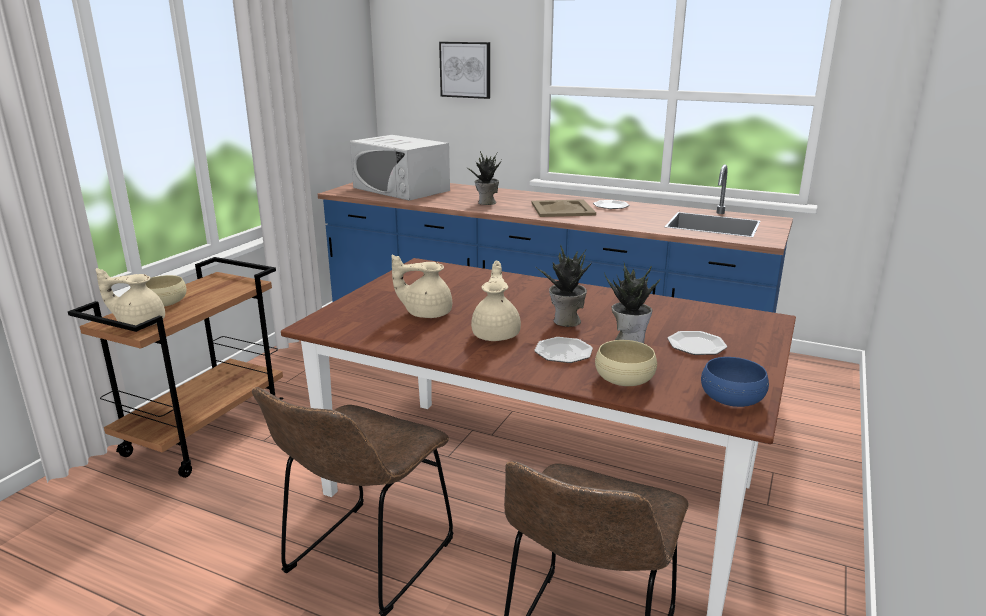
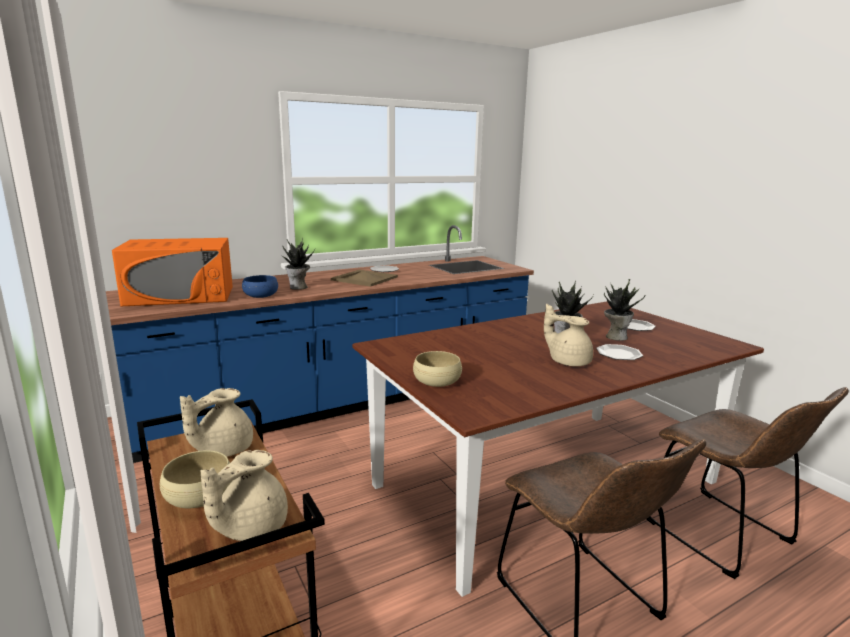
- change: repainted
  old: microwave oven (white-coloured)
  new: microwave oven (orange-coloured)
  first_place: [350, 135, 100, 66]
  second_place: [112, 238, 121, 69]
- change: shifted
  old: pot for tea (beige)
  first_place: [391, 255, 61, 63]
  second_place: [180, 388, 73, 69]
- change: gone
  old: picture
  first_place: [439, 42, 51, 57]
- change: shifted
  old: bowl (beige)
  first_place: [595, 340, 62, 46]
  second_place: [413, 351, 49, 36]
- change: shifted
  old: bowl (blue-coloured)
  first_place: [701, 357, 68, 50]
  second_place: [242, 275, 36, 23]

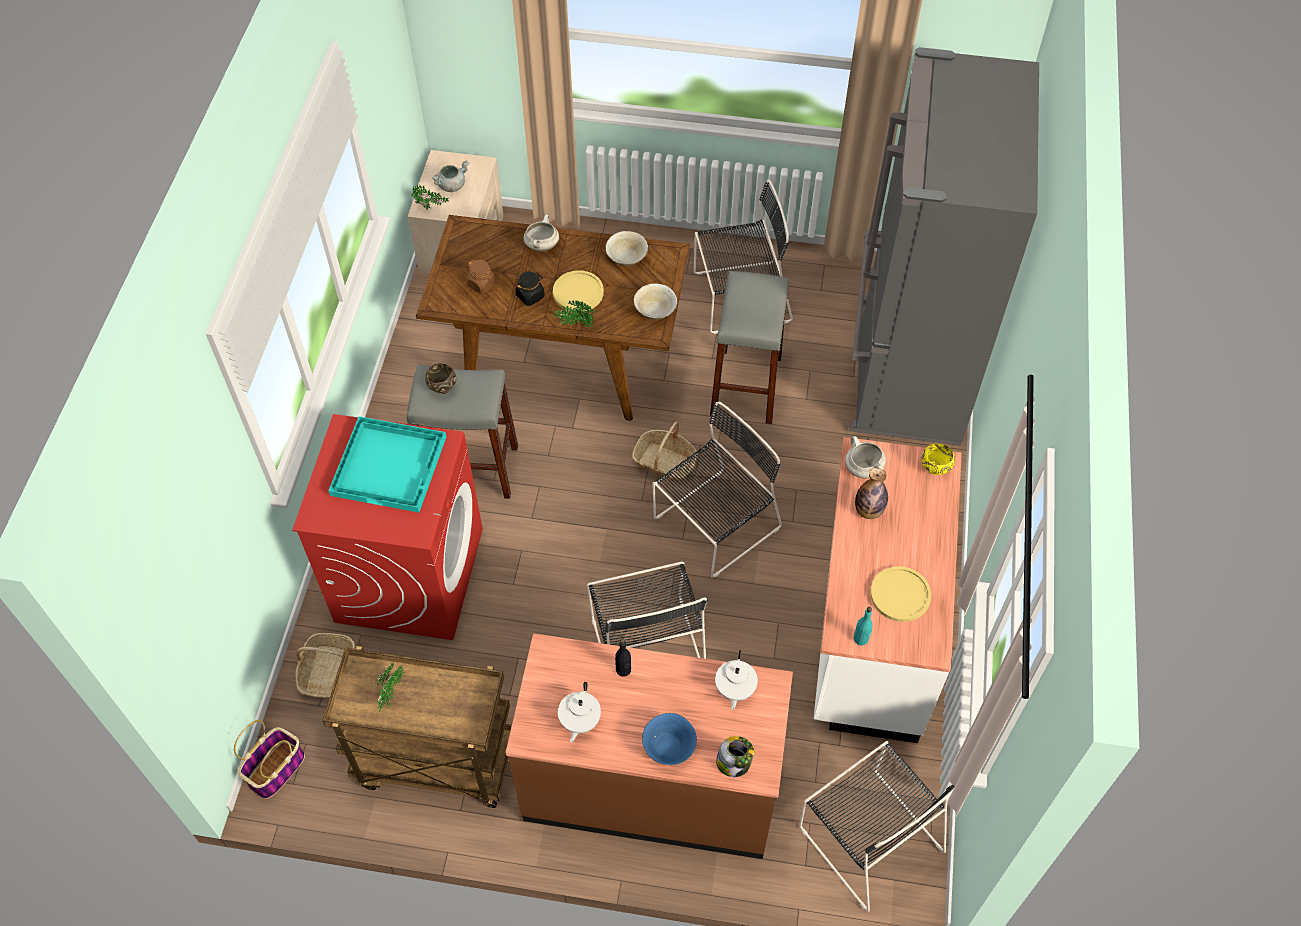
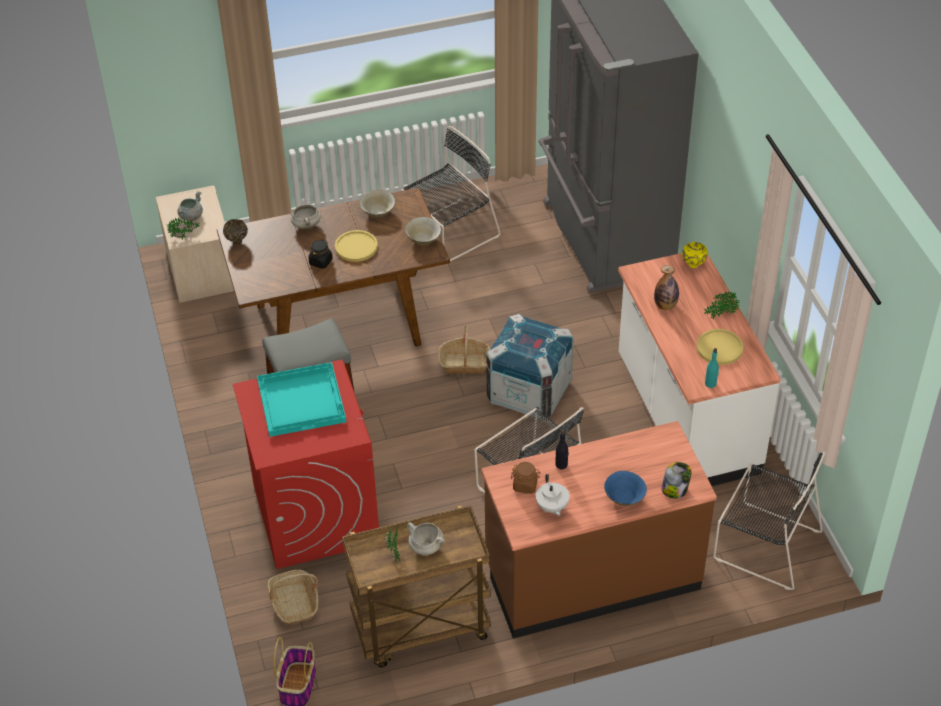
- change: shifted
  old: bowl (brown)
  first_place: [425, 363, 31, 31]
  second_place: [223, 219, 25, 25]
- change: shifted
  old: preserve jar (brown)
  first_place: [467, 260, 29, 34]
  second_place: [511, 462, 30, 32]
- change: shifted
  old: plant in a pot
  first_place: [554, 300, 41, 28]
  second_place: [704, 291, 36, 28]
- change: swapped
  old: upright chair (black-coloured)
  new: crate
  first_place: [652, 402, 130, 176]
  second_place: [486, 314, 88, 106]
- change: gone
  old: sitting stool (greyish)
  first_place: [710, 271, 79, 153]
- change: gone
  old: pot for tea (white-coloured)
  first_place: [715, 650, 43, 60]
- change: shifted
  old: stockpot (white-coloured)
  first_place: [845, 436, 41, 43]
  second_place: [407, 522, 38, 33]

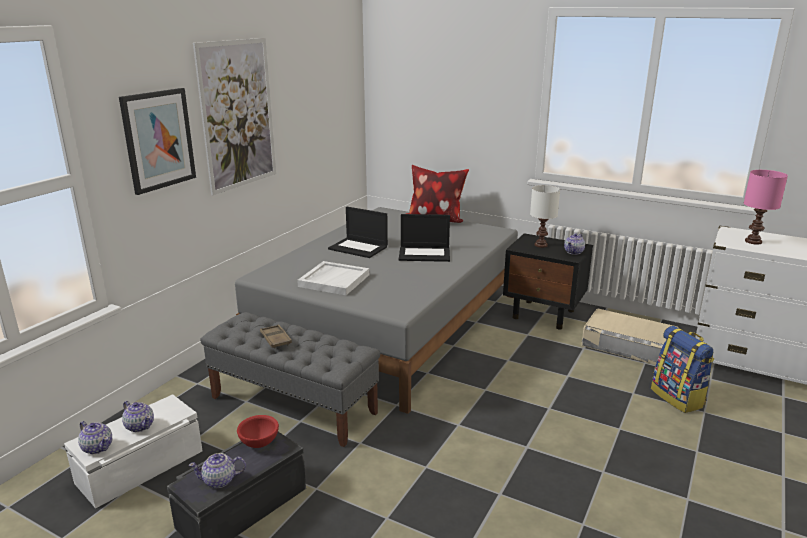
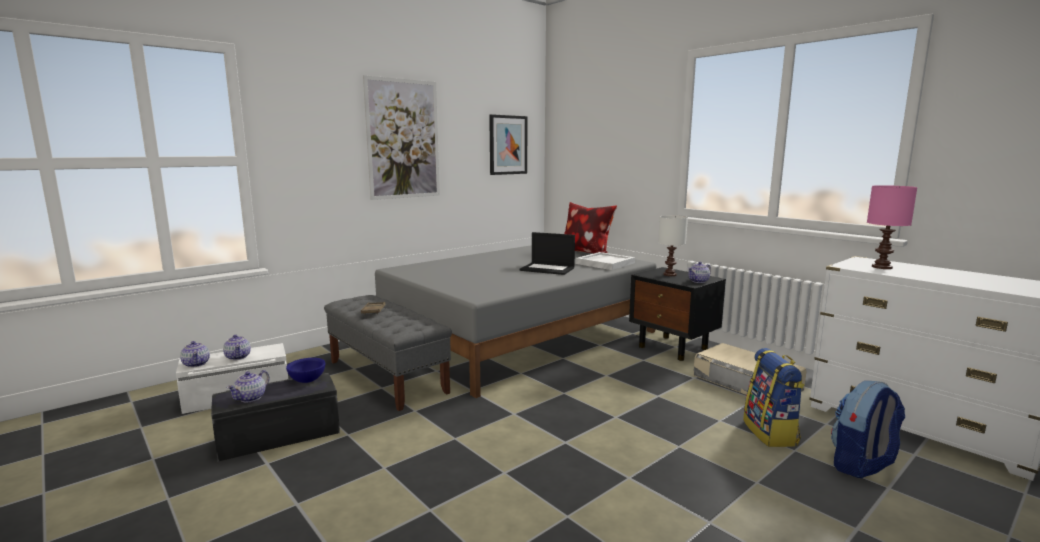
- change: shifted
  old: picture
  first_place: [119, 88, 77, 107]
  second_place: [489, 114, 38, 61]
- change: rotated
  old: pot for tea
  first_place: [189, 453, 57, 35]
  second_place: [227, 370, 42, 32]
  degrees: -75
- change: repainted
  old: bowl (reddish)
  new: bowl (blue-coloured)
  first_place: [237, 415, 42, 33]
  second_place: [286, 358, 39, 25]
- change: shifted
  old: carrying tray (white-coloured)
  first_place: [297, 261, 72, 34]
  second_place: [576, 252, 59, 18]
- change: gone
  old: portable computer
  first_place: [328, 207, 60, 51]
- change: new
  new: knapsack
  second_place: [831, 381, 74, 97]

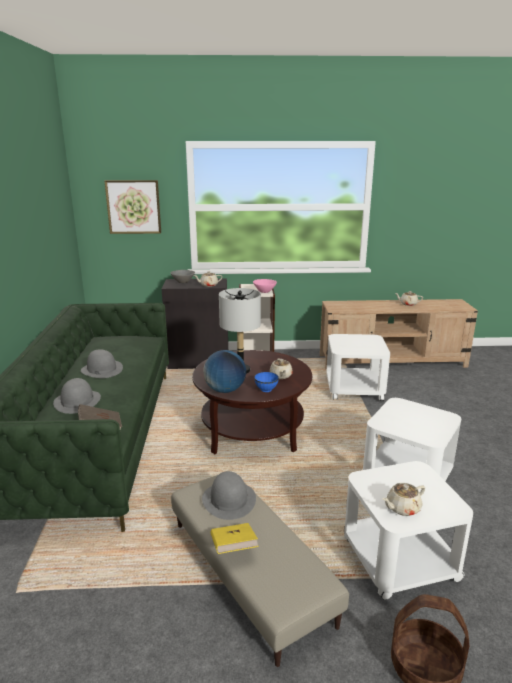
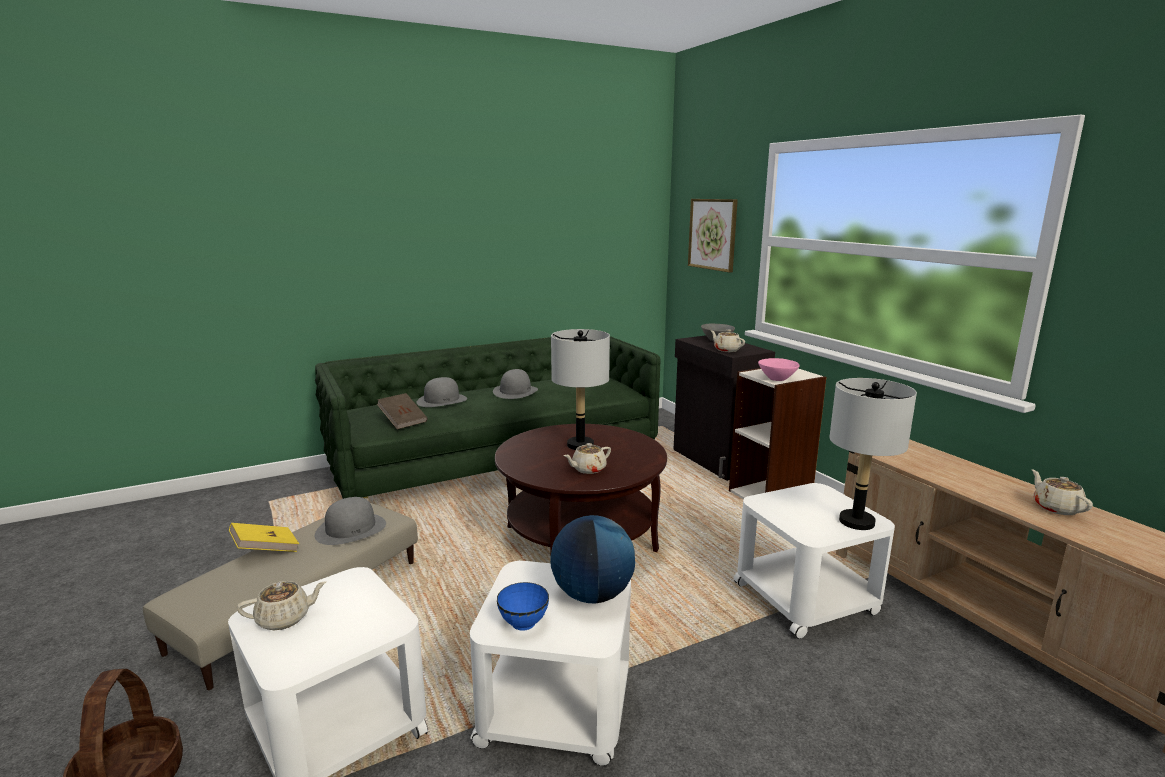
- change: shifted
  old: desk globe
  first_place: [203, 350, 43, 43]
  second_place: [550, 515, 85, 88]
- change: shifted
  old: bowl (blue-coloured)
  first_place: [254, 372, 25, 20]
  second_place: [497, 582, 52, 49]
- change: rotated
  old: pot for tea (beige)
  first_place: [382, 483, 43, 33]
  second_place: [237, 581, 89, 49]
  degrees: 120
- change: new
  new: lamp for a table (greyish)
  second_place: [829, 378, 88, 152]

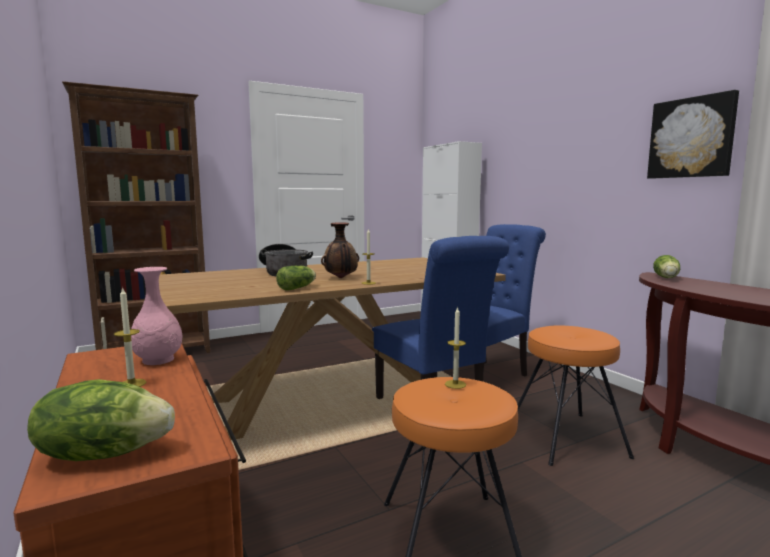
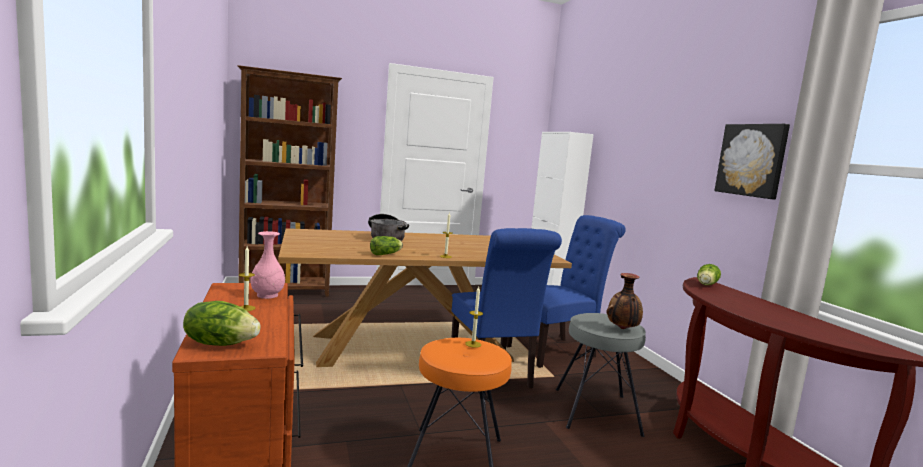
- change: shifted
  old: vase
  first_place: [321, 222, 38, 56]
  second_place: [606, 273, 37, 56]
- change: repainted
  old: sitting stool (orange-coloured)
  new: sitting stool (greyish)
  first_place: [517, 326, 117, 140]
  second_place: [556, 313, 90, 124]

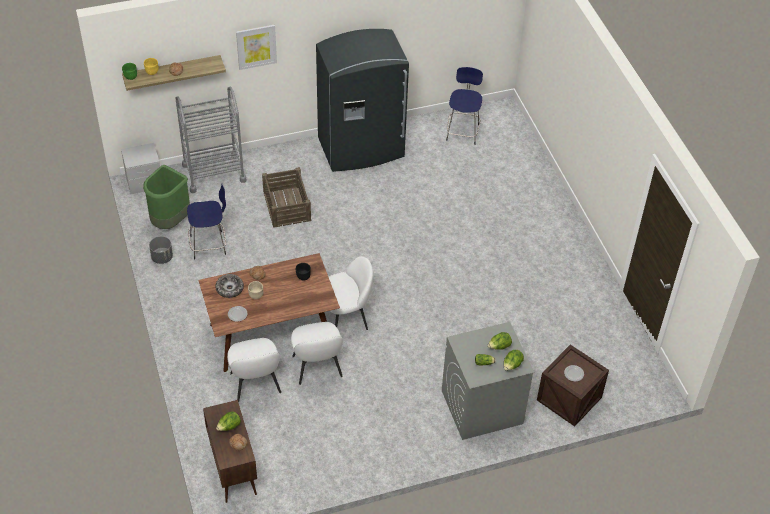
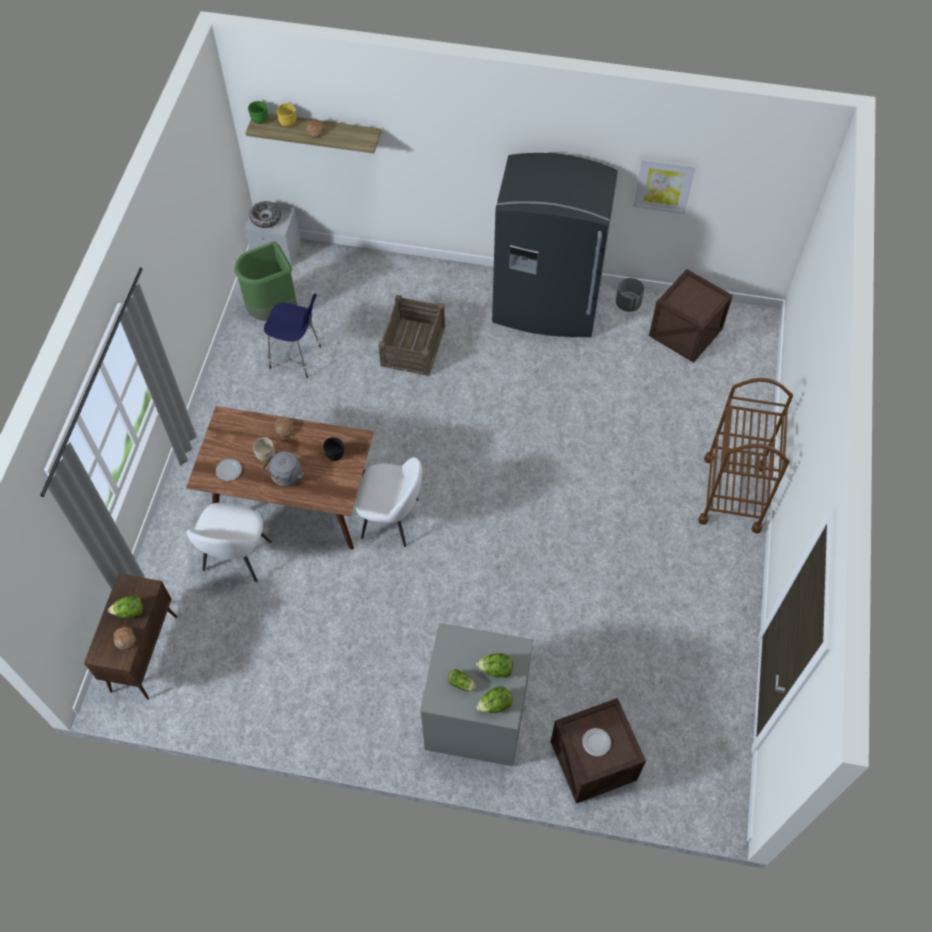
- change: shifted
  old: flower pot (greyish)
  first_place: [149, 236, 24, 28]
  second_place: [616, 278, 29, 34]
- change: gone
  old: wheeled cart (greyish)
  first_place: [175, 87, 71, 106]
- change: shifted
  old: bowl
  first_place: [215, 274, 29, 24]
  second_place: [249, 201, 32, 27]
- change: shifted
  old: picture
  first_place: [236, 25, 41, 45]
  second_place: [633, 158, 63, 56]
- change: gone
  old: upright chair (white-coloured)
  first_place: [291, 322, 52, 63]
- change: swapped
  old: sitting stool (blue-coloured)
  new: crate
  first_place: [446, 67, 37, 78]
  second_place: [649, 269, 84, 94]
- change: new
  new: tea kettle (greyish)
  second_place: [262, 452, 42, 34]
- change: new
  new: wheeled cart (brown)
  second_place: [698, 378, 95, 155]

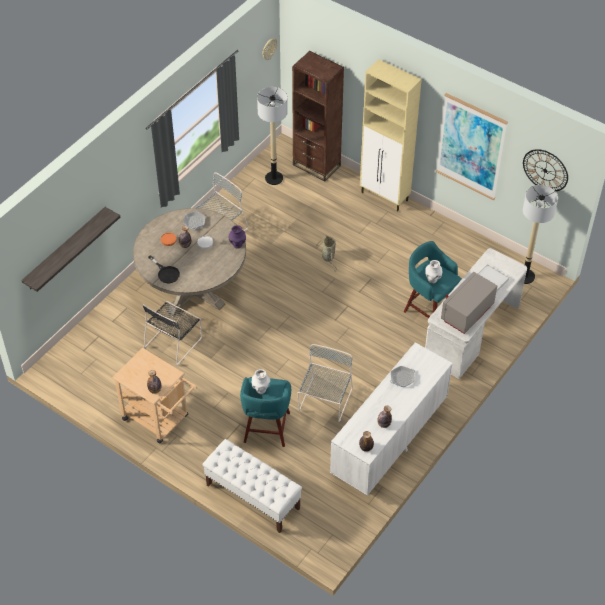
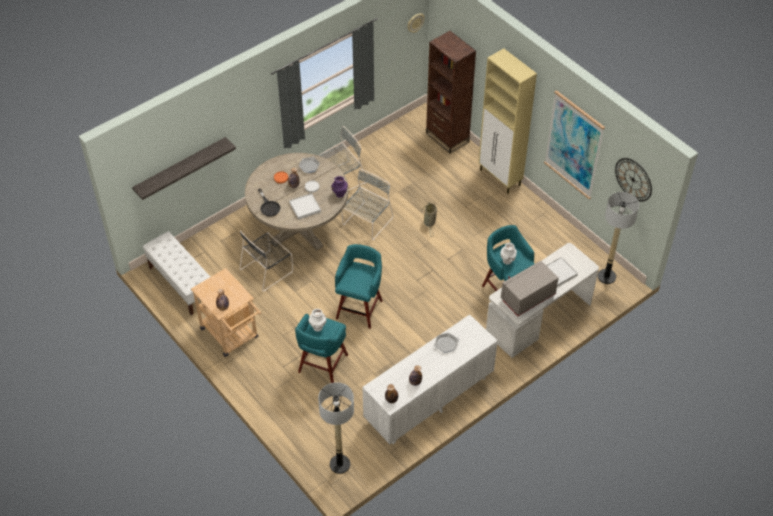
- change: shifted
  old: bench (white-coloured)
  first_place: [202, 439, 100, 94]
  second_place: [142, 232, 68, 84]
- change: shifted
  old: floor lamp
  first_place: [257, 87, 31, 98]
  second_place: [318, 382, 36, 92]
- change: shifted
  old: upright chair (greyish)
  first_place: [298, 344, 55, 78]
  second_place: [341, 169, 53, 71]
- change: new
  new: carrying tray (white-coloured)
  second_place: [289, 193, 32, 27]
- change: new
  new: sitting stool (blue-green)
  second_place: [335, 244, 48, 85]

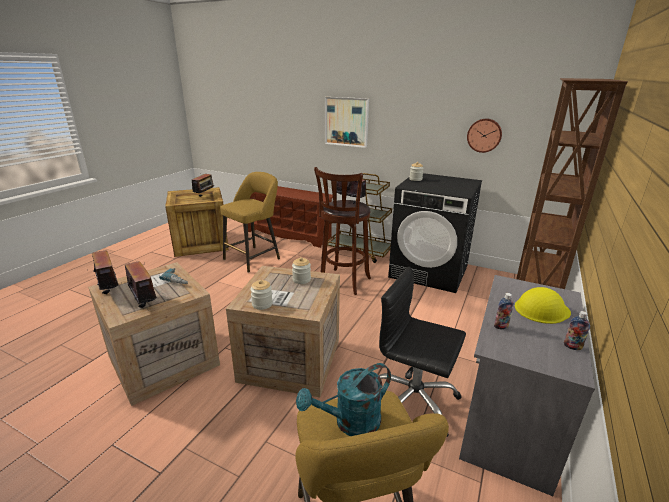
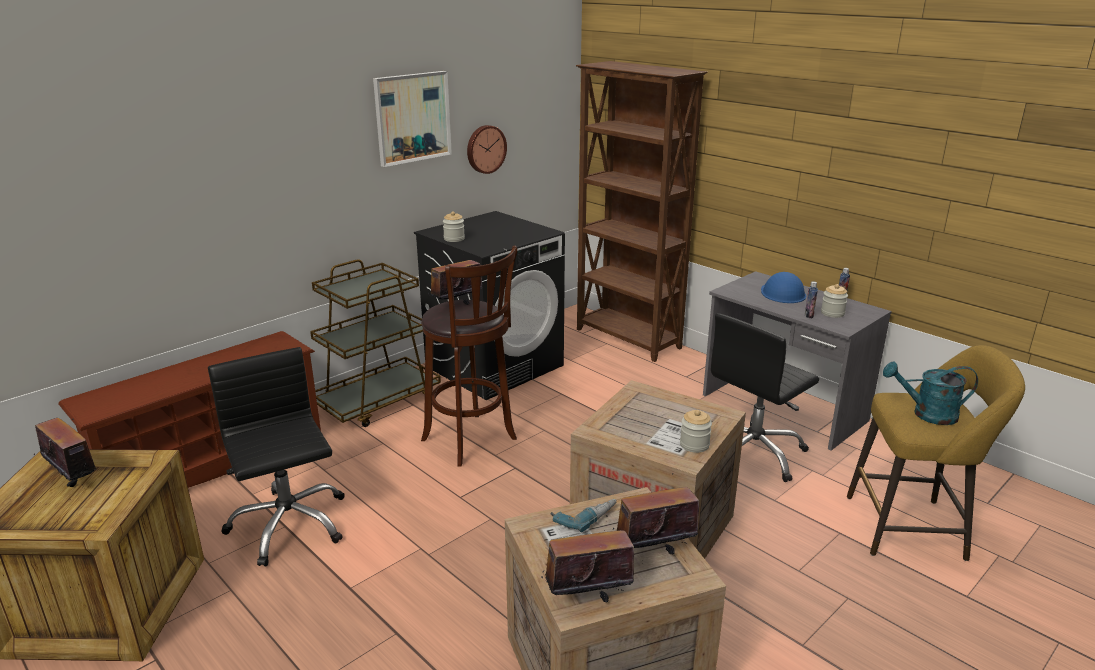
- change: swapped
  old: sitting stool (yellowish)
  new: computer chair (black-coloured)
  first_place: [220, 172, 60, 101]
  second_place: [208, 347, 137, 219]
- change: shifted
  old: preserve jar
  first_place: [292, 257, 19, 27]
  second_place: [821, 284, 27, 34]
- change: rotated
  old: sprinkling can (blue-green)
  first_place: [296, 363, 95, 73]
  second_place: [883, 361, 95, 64]
  degrees: 105
- change: shifted
  old: picture
  first_place: [325, 97, 44, 51]
  second_place: [373, 71, 79, 96]
- change: repainted
  old: hard hat (yellowish)
  new: hard hat (blue-coloured)
  first_place: [515, 287, 56, 37]
  second_place: [761, 272, 45, 31]

